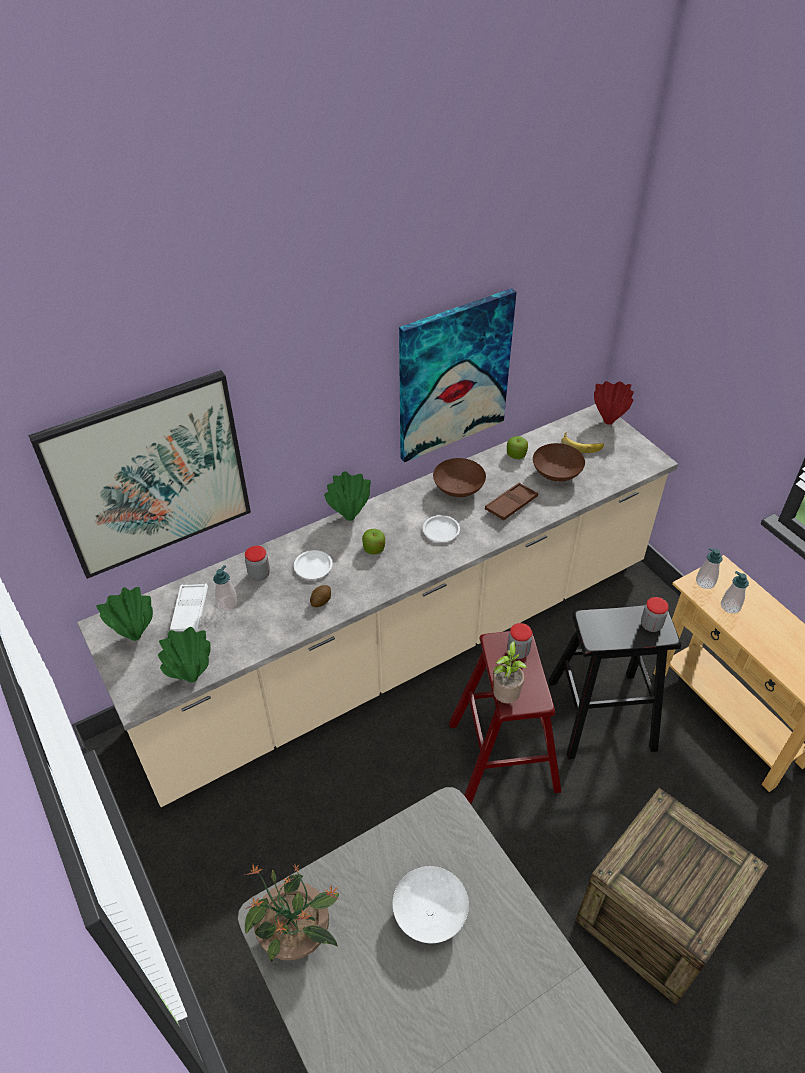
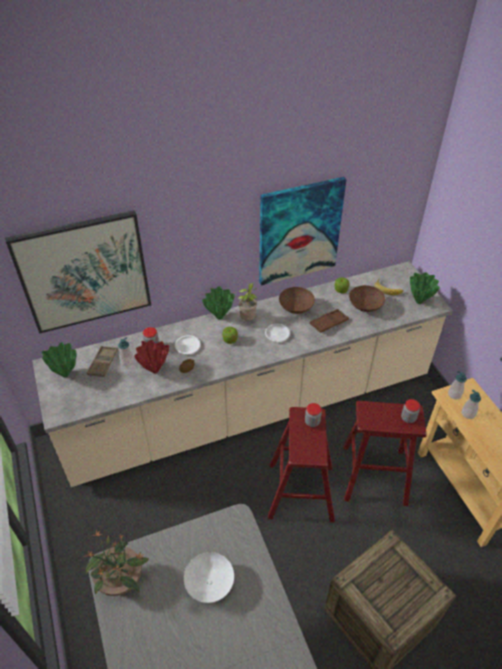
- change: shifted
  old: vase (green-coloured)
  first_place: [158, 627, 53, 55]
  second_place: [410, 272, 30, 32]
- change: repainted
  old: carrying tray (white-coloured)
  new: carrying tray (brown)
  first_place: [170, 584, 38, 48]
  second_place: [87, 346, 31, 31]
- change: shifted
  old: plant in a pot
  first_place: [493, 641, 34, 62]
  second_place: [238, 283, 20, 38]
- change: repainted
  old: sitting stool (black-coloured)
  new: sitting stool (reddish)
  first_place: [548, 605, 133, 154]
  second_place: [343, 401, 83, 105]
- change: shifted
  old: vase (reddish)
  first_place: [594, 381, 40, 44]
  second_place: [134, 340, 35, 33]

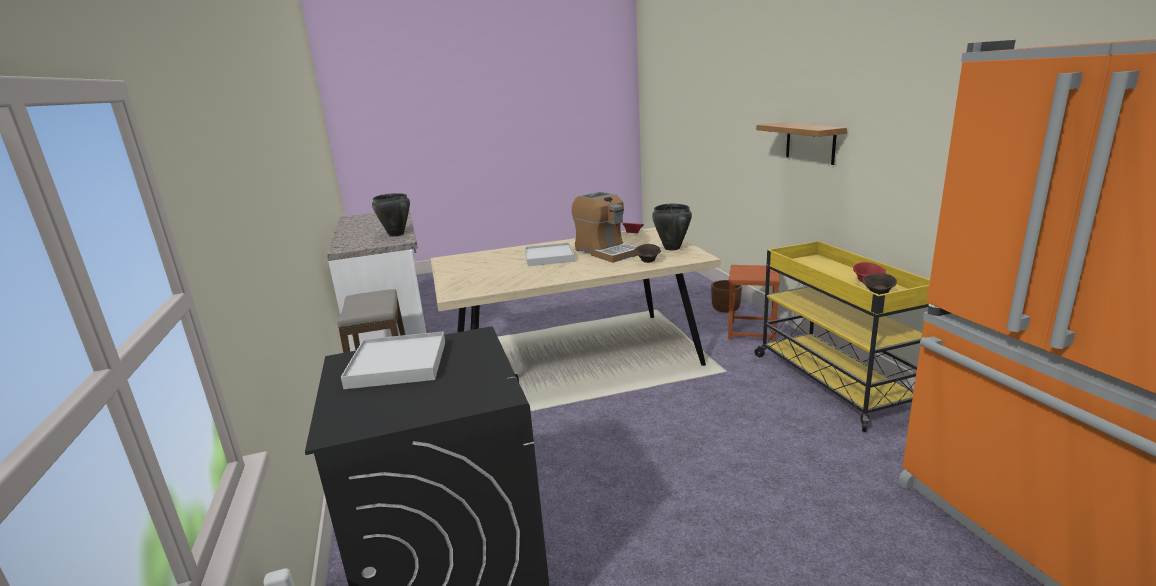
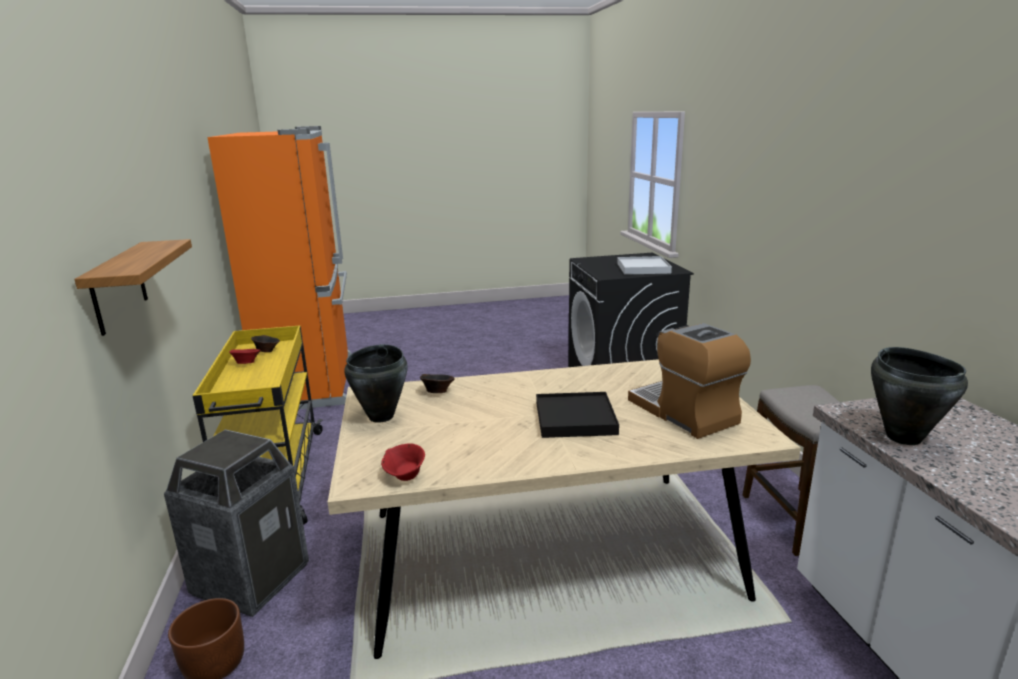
- change: repainted
  old: carrying tray (white-coloured)
  new: carrying tray (black-coloured)
  first_place: [525, 243, 50, 23]
  second_place: [536, 392, 83, 46]
- change: shifted
  old: coffee brewer
  first_place: [572, 192, 66, 71]
  second_place: [628, 323, 123, 116]
- change: swapped
  old: sitting stool (brown)
  new: trash can
  first_place: [728, 265, 52, 76]
  second_place: [164, 429, 145, 188]

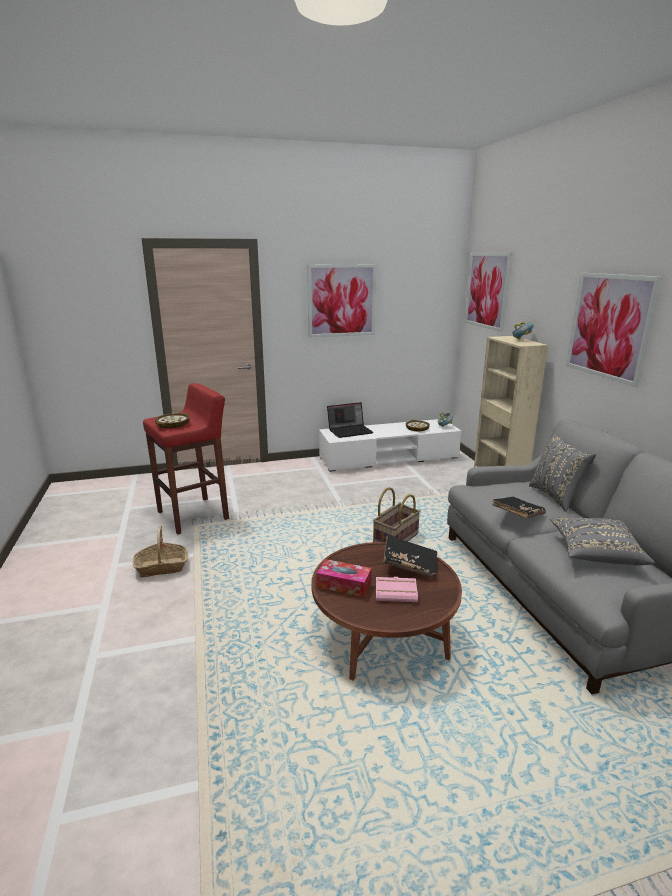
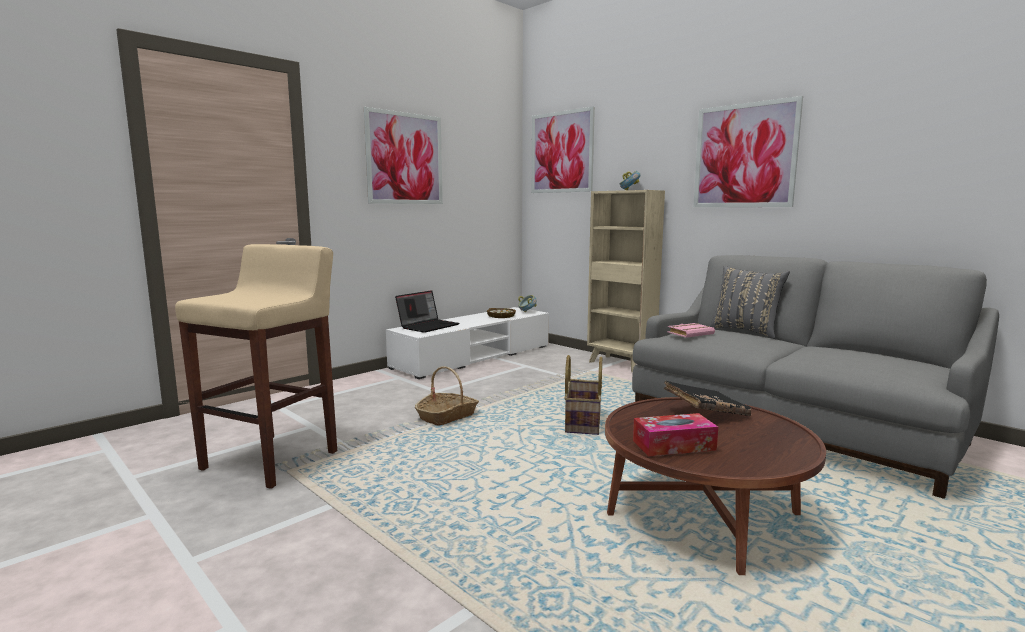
- change: shifted
  old: household basket
  first_place: [133, 524, 55, 53]
  second_place: [415, 366, 64, 60]
- change: repainted
  old: sitting stool (reddish)
  new: sitting stool (beige)
  first_place: [143, 383, 86, 152]
  second_place: [175, 244, 162, 245]
- change: gone
  old: bowl
  first_place: [155, 412, 35, 16]
- change: shifted
  old: book (pink-coloured)
  first_place: [376, 577, 42, 25]
  second_place: [668, 323, 47, 15]
- change: gone
  old: book (black-coloured)
  first_place: [492, 497, 54, 22]
- change: gone
  old: pillow (greyish)
  first_place: [550, 518, 105, 47]

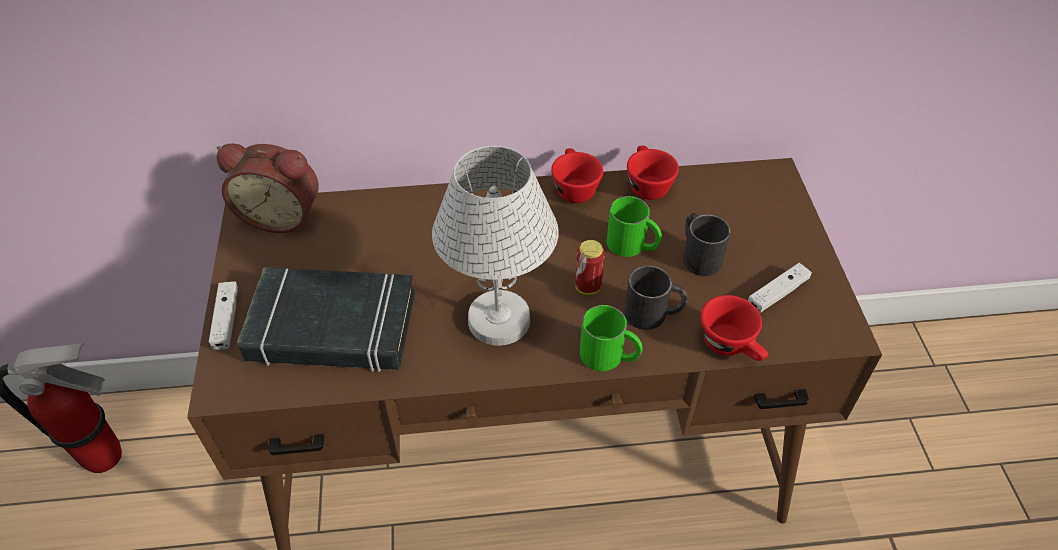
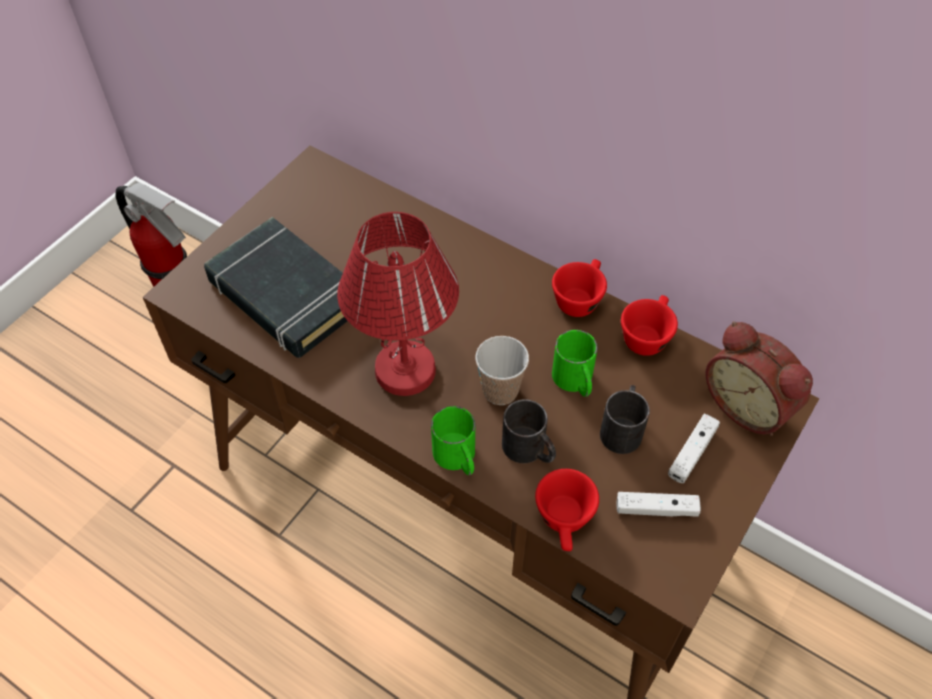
- change: shifted
  old: game controller (white-coloured)
  first_place: [209, 282, 29, 68]
  second_place: [668, 414, 52, 69]
- change: shifted
  old: alarm clock
  first_place: [217, 144, 102, 89]
  second_place: [705, 321, 108, 115]
- change: repainted
  old: lamp for a table (white-coloured)
  new: lamp for a table (reddish)
  first_place: [432, 146, 127, 200]
  second_place: [337, 212, 122, 184]
- change: swapped
  old: can
  new: cup
  first_place: [575, 240, 30, 55]
  second_place: [475, 336, 54, 69]

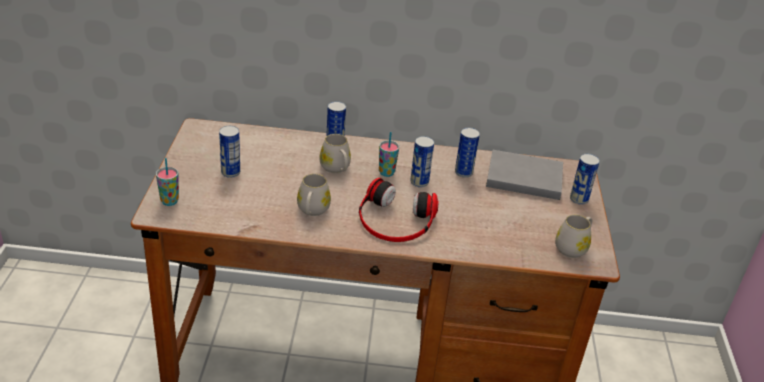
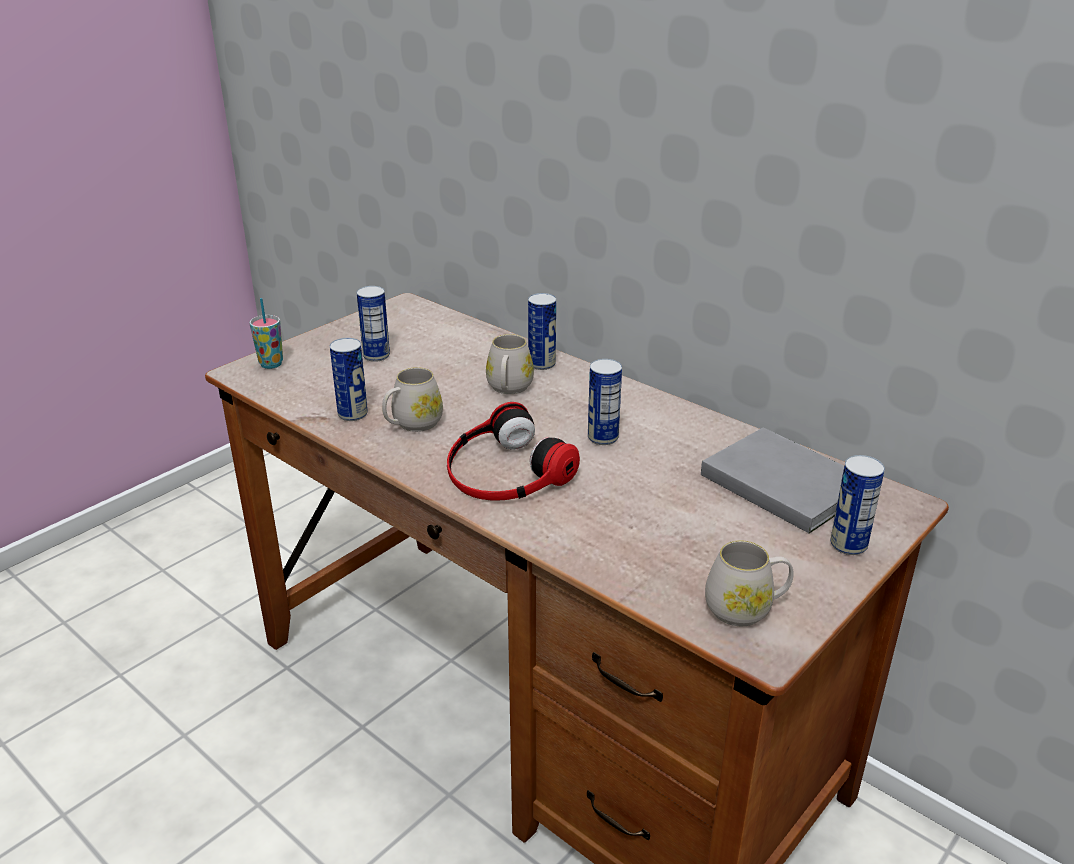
- change: gone
  old: cup
  first_place: [379, 132, 20, 45]
- change: shifted
  old: can
  first_place: [455, 128, 25, 50]
  second_place: [330, 338, 38, 83]

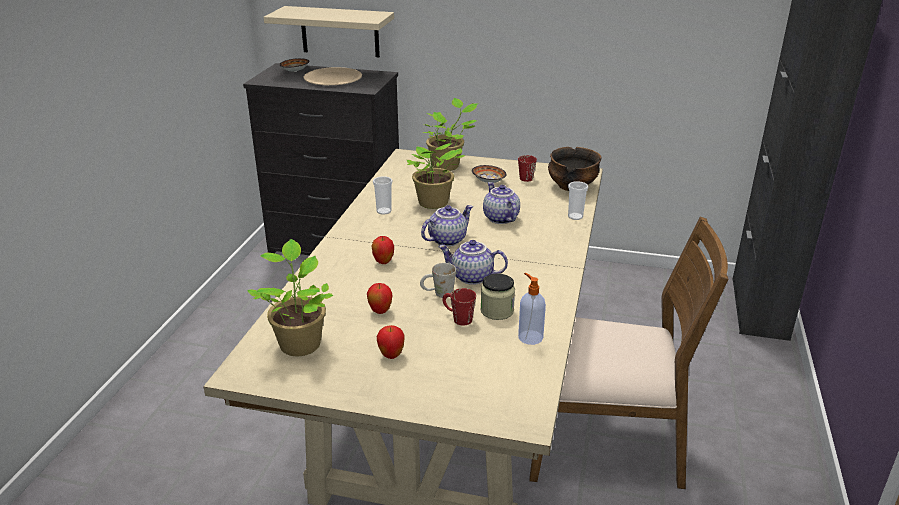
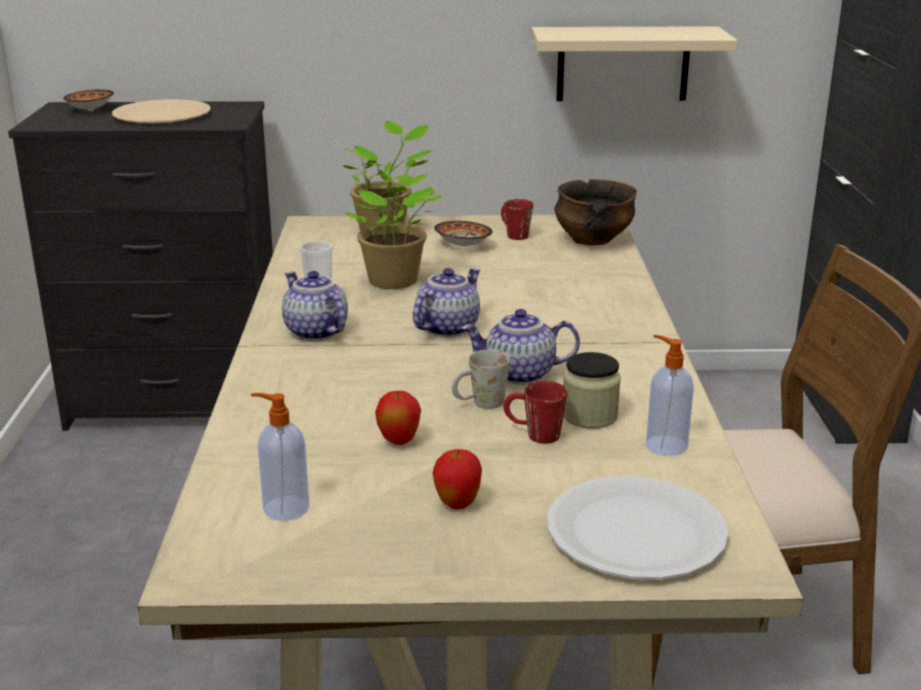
- change: swapped
  old: plant in a pot
  new: soap dispenser
  first_place: [247, 239, 86, 117]
  second_place: [251, 393, 58, 128]
- change: shifted
  old: bracket shelf (beige)
  first_place: [263, 6, 131, 51]
  second_place: [531, 26, 207, 75]
- change: gone
  old: whole apple
  first_place: [371, 236, 23, 28]
- change: shifted
  old: pot for tea
  first_place: [483, 182, 37, 42]
  second_place: [282, 271, 66, 70]
- change: gone
  old: cup
  first_place: [568, 181, 20, 39]
- change: new
  new: plate (white-coloured)
  second_place: [547, 476, 182, 103]

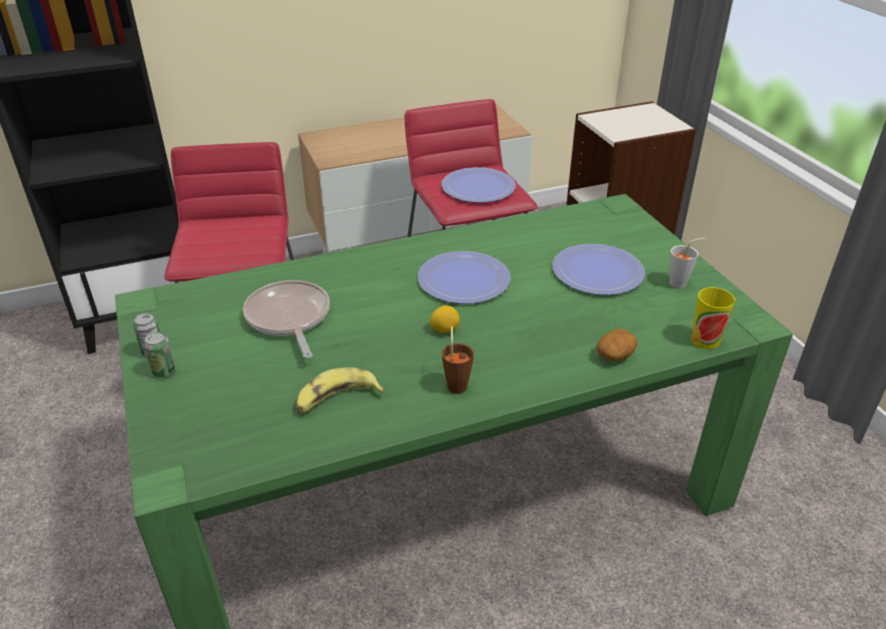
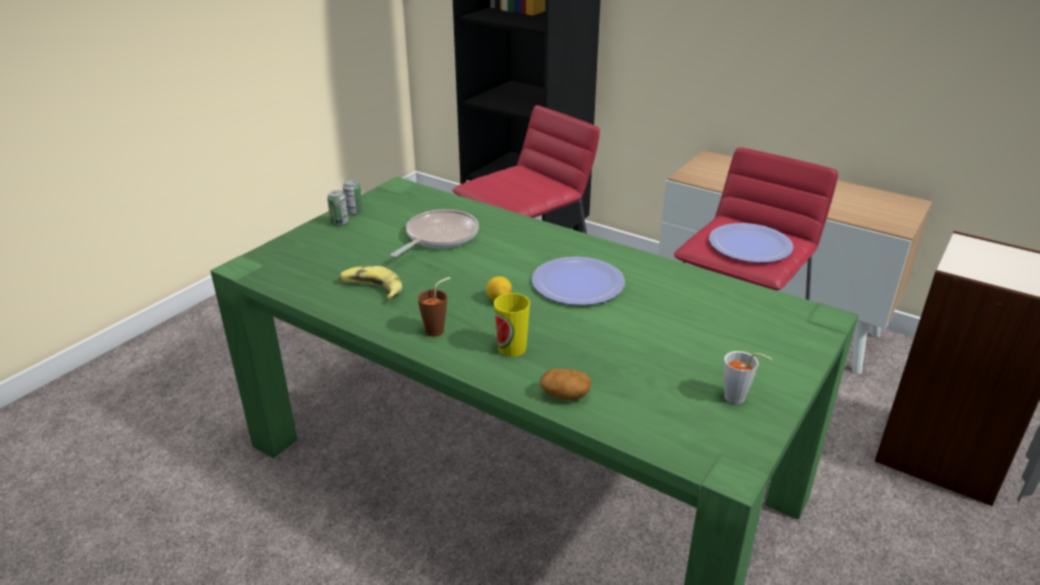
- change: gone
  old: plate
  first_place: [552, 244, 93, 51]
- change: shifted
  old: cup
  first_place: [692, 287, 43, 62]
  second_place: [494, 293, 36, 64]

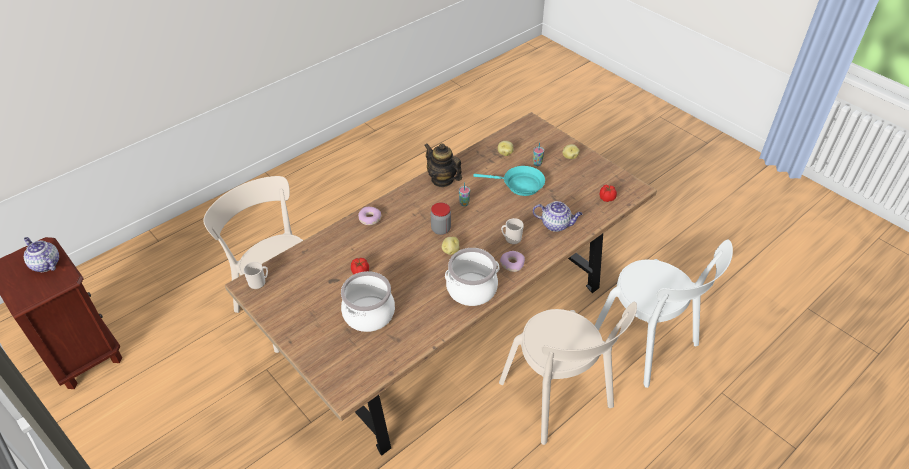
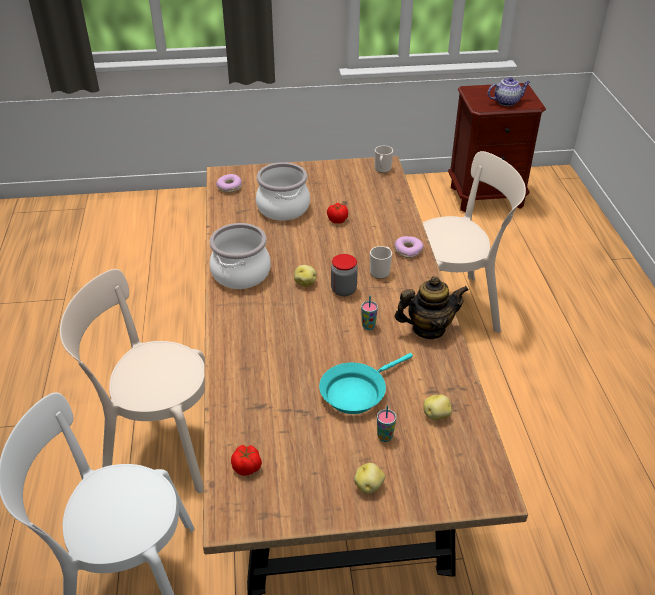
- change: shifted
  old: donut
  first_place: [500, 251, 25, 21]
  second_place: [216, 174, 26, 19]
- change: shifted
  old: coffee mug
  first_place: [501, 218, 23, 27]
  second_place: [370, 246, 22, 33]
- change: gone
  old: pot for tea
  first_place: [533, 201, 49, 31]

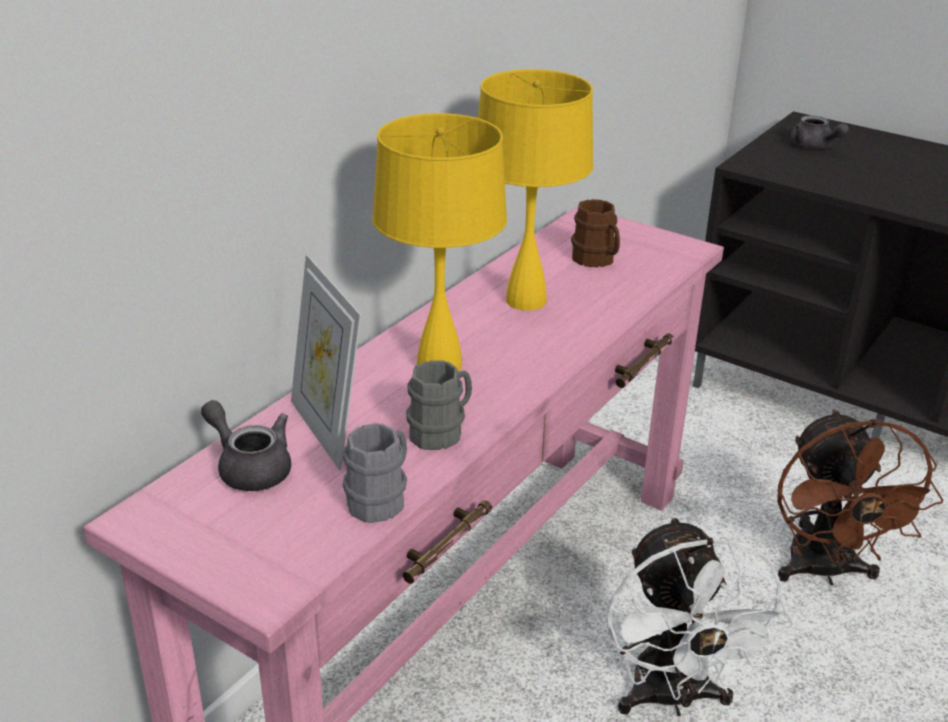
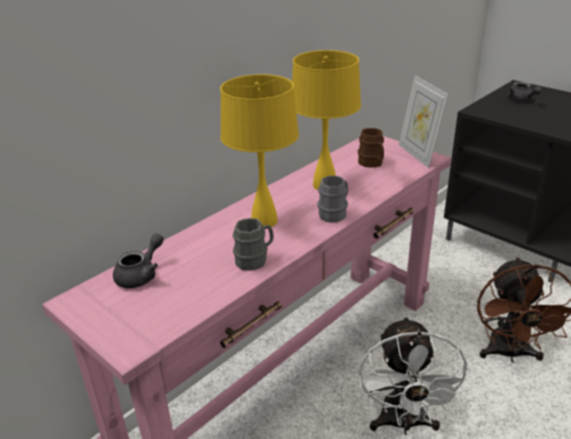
- change: rotated
  old: pot for tea (greyish)
  first_place: [201, 400, 90, 91]
  second_place: [113, 233, 51, 55]
  degrees: 75
- change: shifted
  old: picture frame
  first_place: [291, 255, 70, 216]
  second_place: [399, 75, 50, 93]
- change: shifted
  old: coffee mug (greyish)
  first_place: [343, 423, 64, 100]
  second_place: [317, 175, 31, 48]

